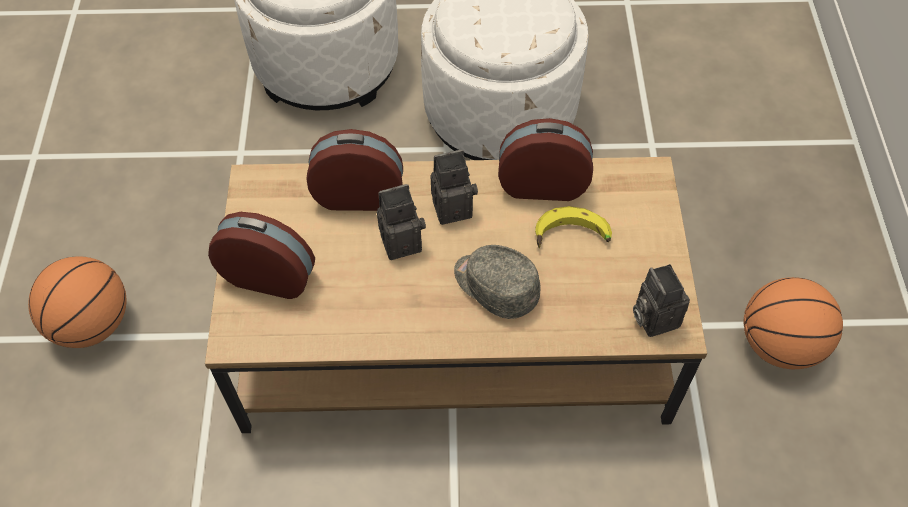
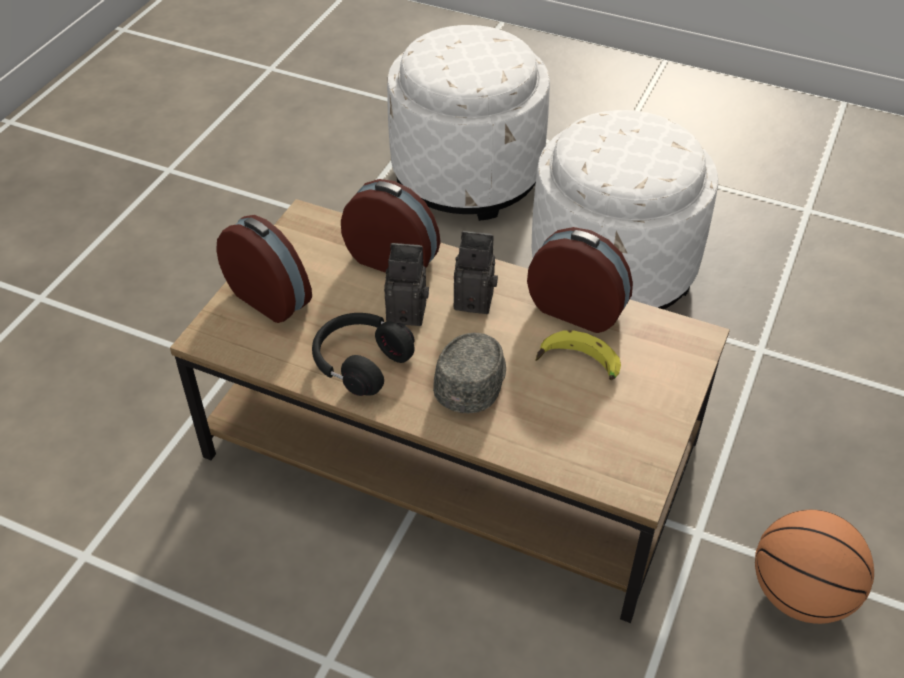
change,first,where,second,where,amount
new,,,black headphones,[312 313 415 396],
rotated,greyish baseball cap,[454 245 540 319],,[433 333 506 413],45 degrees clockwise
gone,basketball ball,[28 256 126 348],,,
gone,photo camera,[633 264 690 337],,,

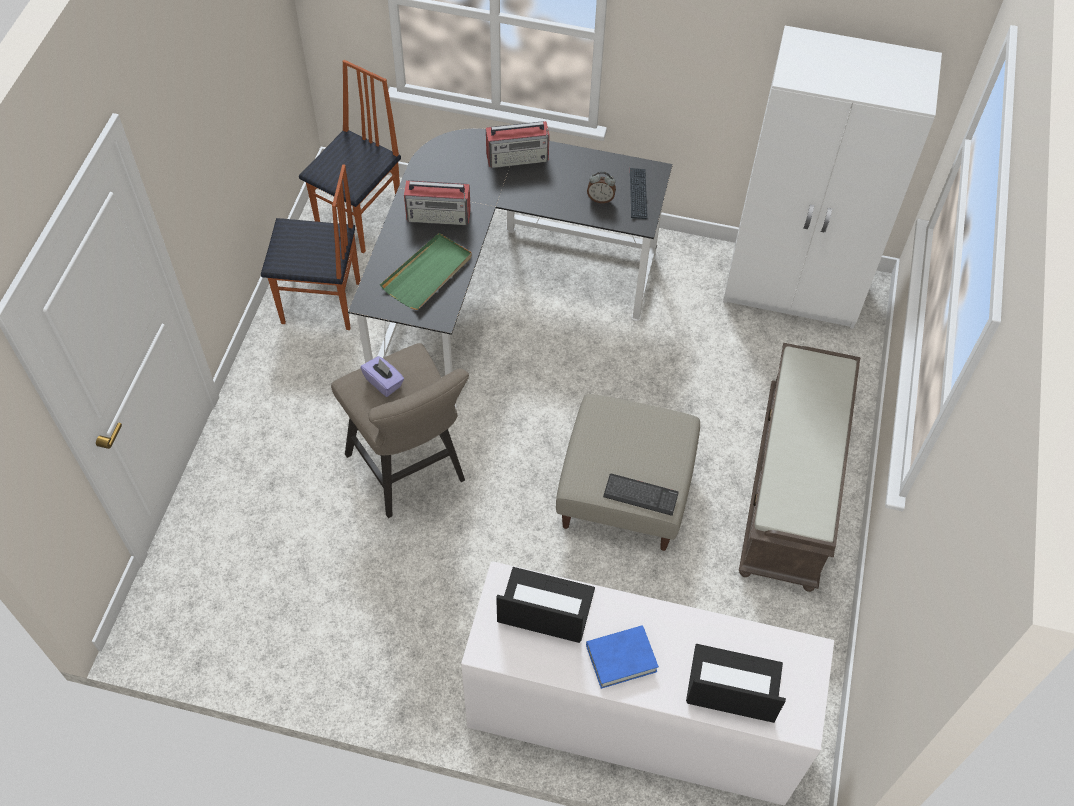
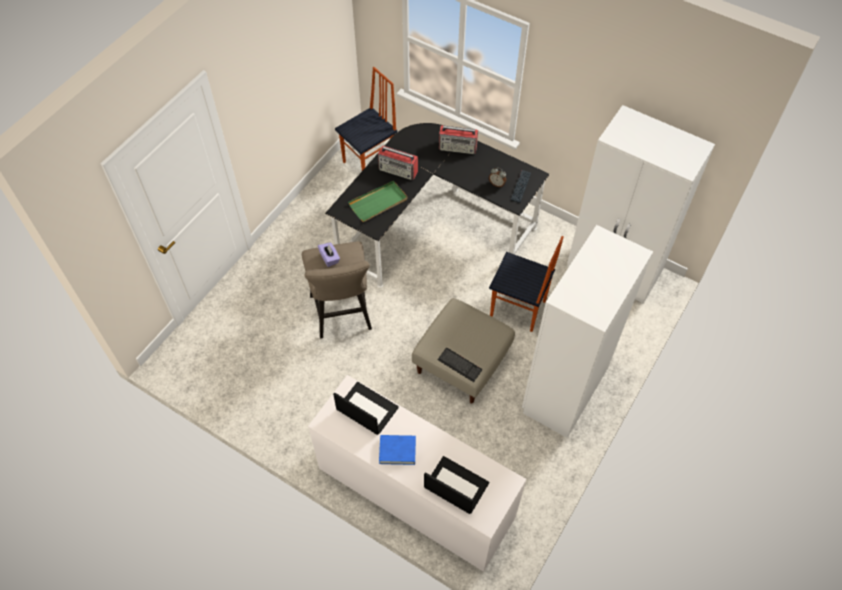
change,first,where,second,where,amount
shifted,upright chair,[261 165 360 330],,[489 236 564 332],
swapped,brownish long seat,[739 343 860 592],white wardrobe,[522 225 653 438],

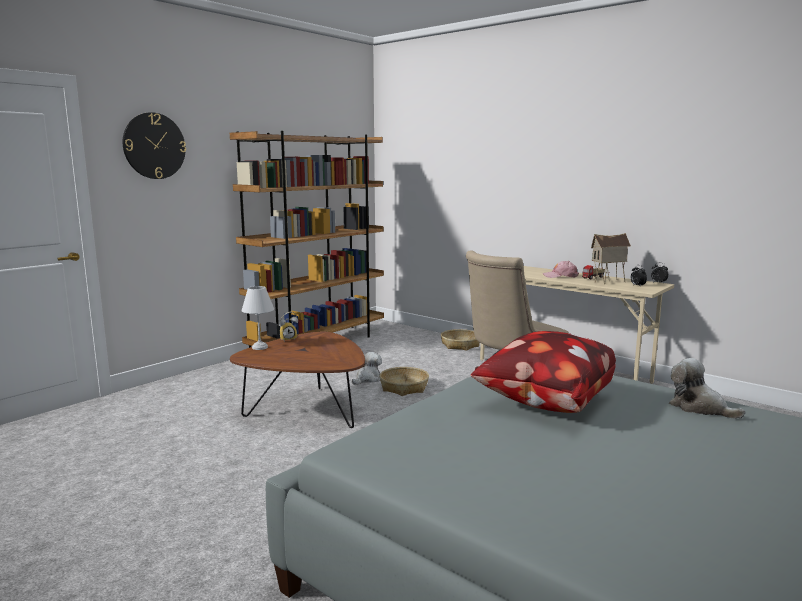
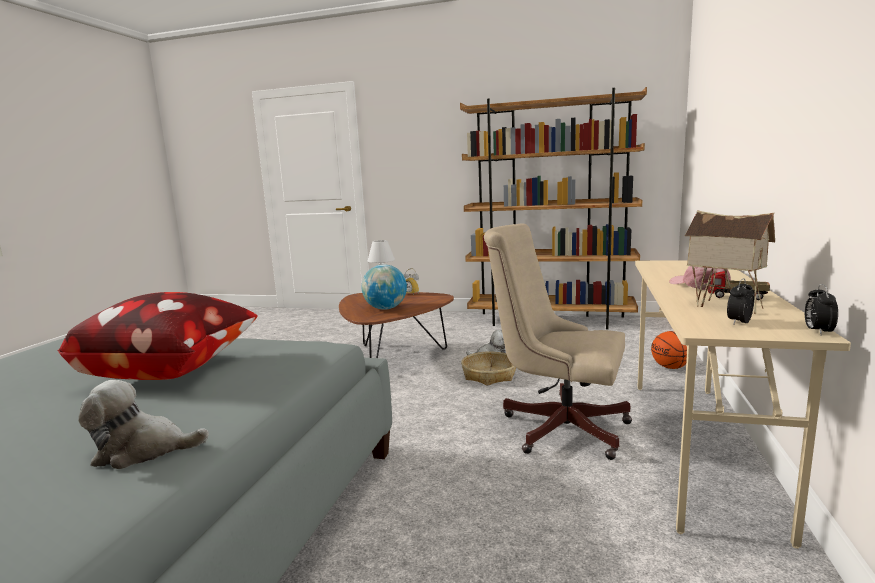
change,first,where,second,where,amount
rotated,cuddly toy,[669 358 745 419],,[78 380 209 469],120 degrees counterclockwise
new,,,world globe,[362 264 407 310],
swapped,basket,[441 329 480 351],basketball ball,[651 331 687 369],
gone,clock on the wall,[123 112 186 179],,,

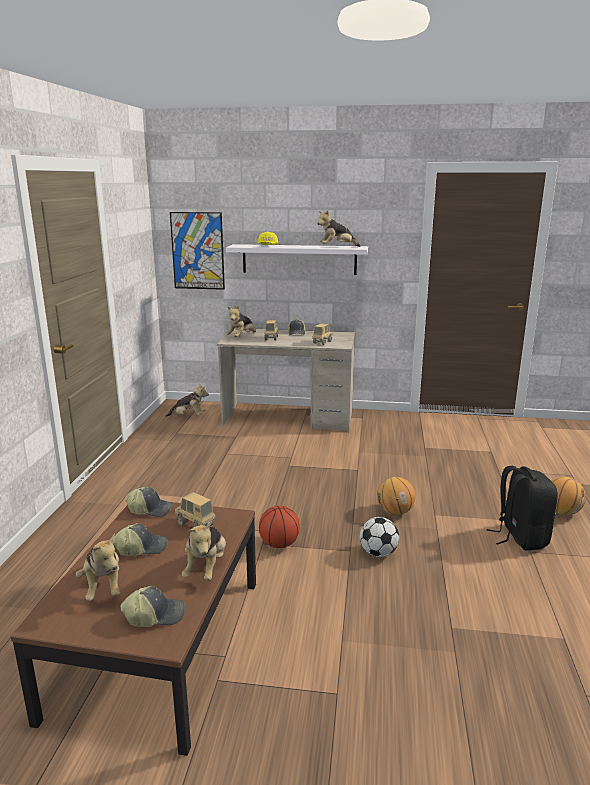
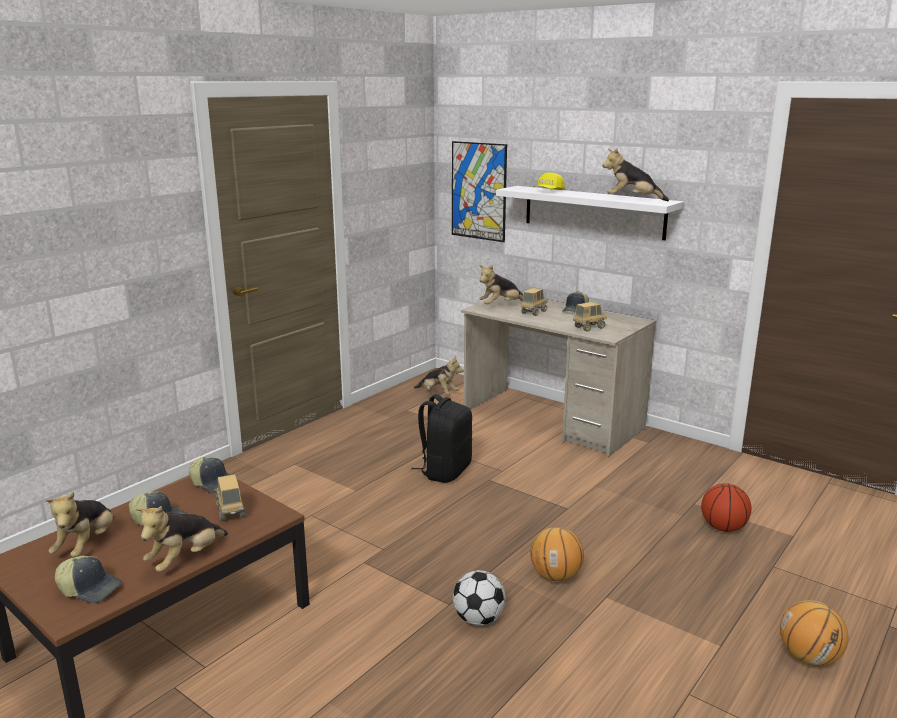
change,first,where,second,where,amount
shifted,black backpack,[487 466 558 551],,[411 394 472 483],
shifted,basketball ball,[259 506 300 548],,[701 483 752 532],

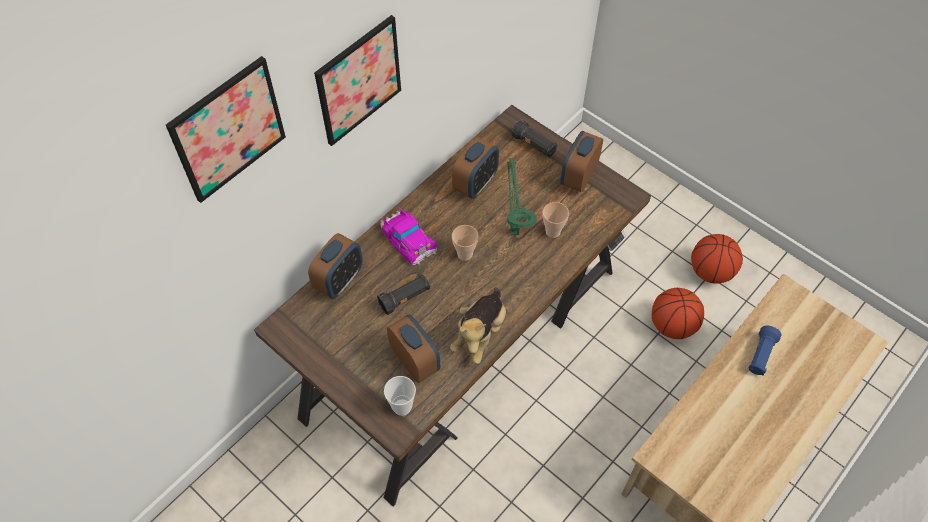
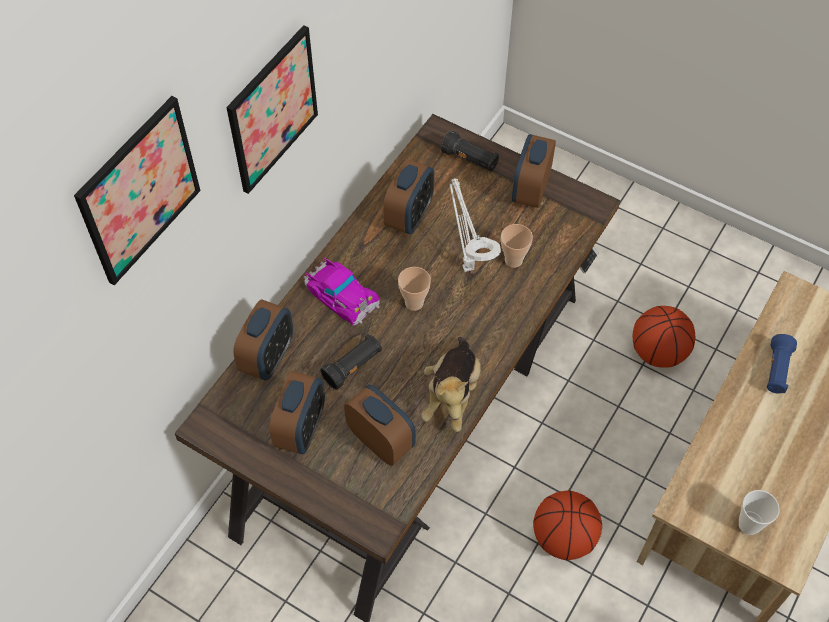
change,first,where,second,where,amount
new,,,table clock,[269 371 325 454],
repainted,green tabletop lamp,[507 158 536 235],white tabletop lamp,[449 178 501 272],
shifted,basketball ball,[691 234 743 283],,[533 490 602 560],
shifted,cup,[384 376 416 416],,[739 490 780 535],

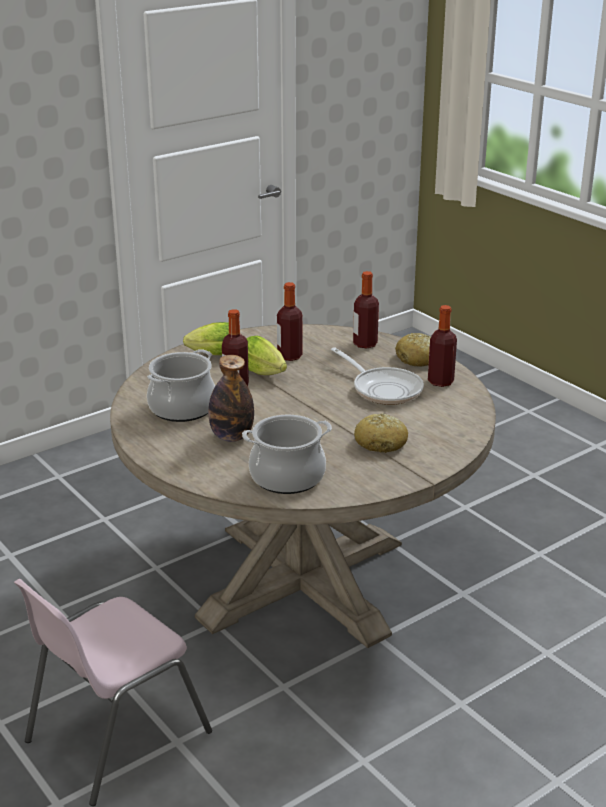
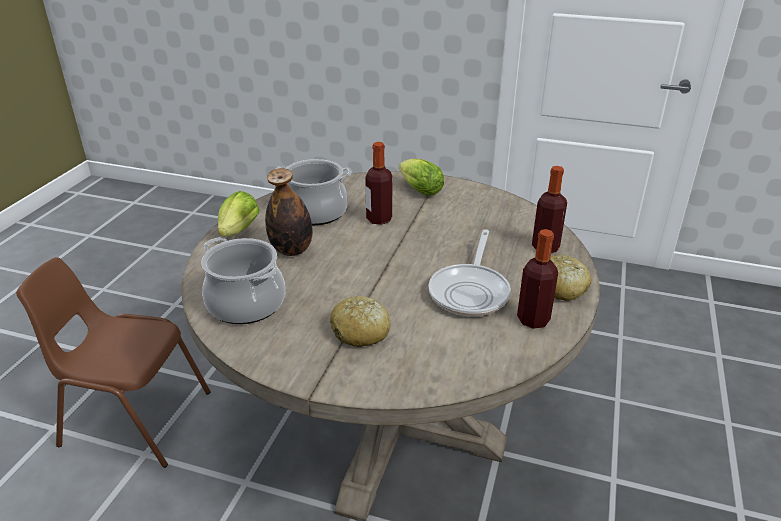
change,first,where,second,where,amount
repainted,pink upright chair,[14 579 212 806],brownish upright chair,[16 257 211 468],
shifted,head of lettuce,[246 336 287 375],,[218 191 260 236],
gone,beverage bottle,[277 282 303 361],,,

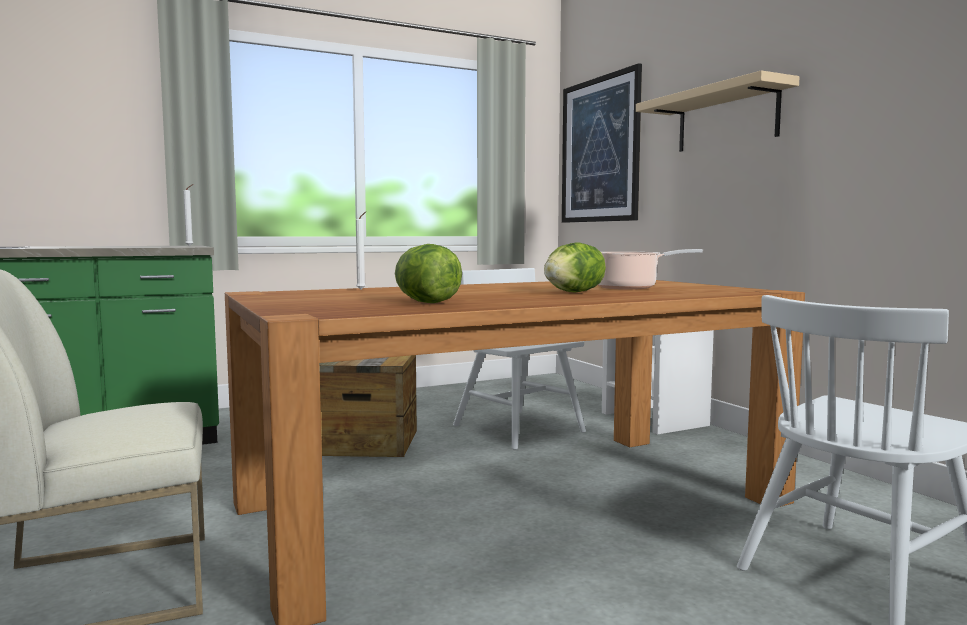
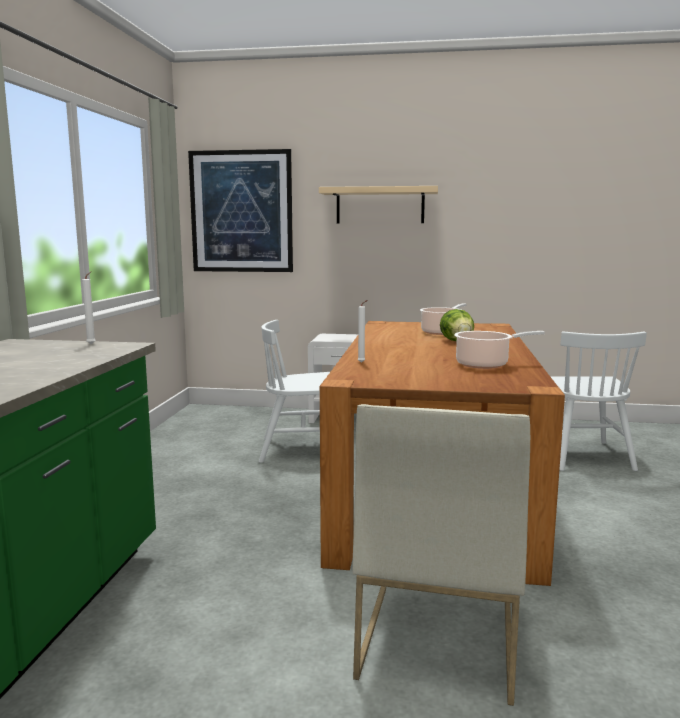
change,first,where,second,where,amount
swapped,head of lettuce,[395 244 462 303],stockpot,[454 331 545 369],
gone,packing crate,[319 355 417 457],,,

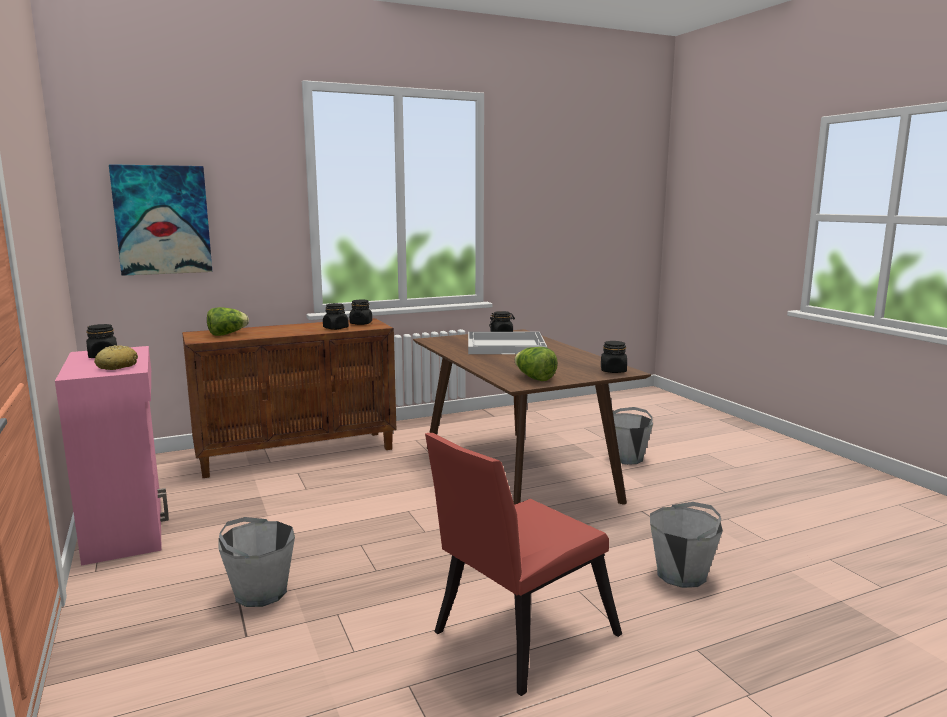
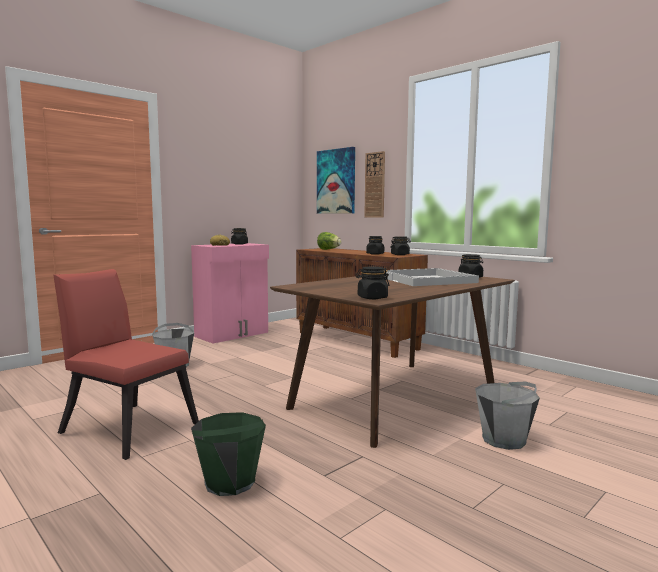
change,first,where,second,where,amount
repainted,greyish water bucket,[650 502 723 588],green water bucket,[191 412 266 496],
new,,,clock on the wall,[364 151 385 218],
gone,head of lettuce,[515 347 558 381],,,

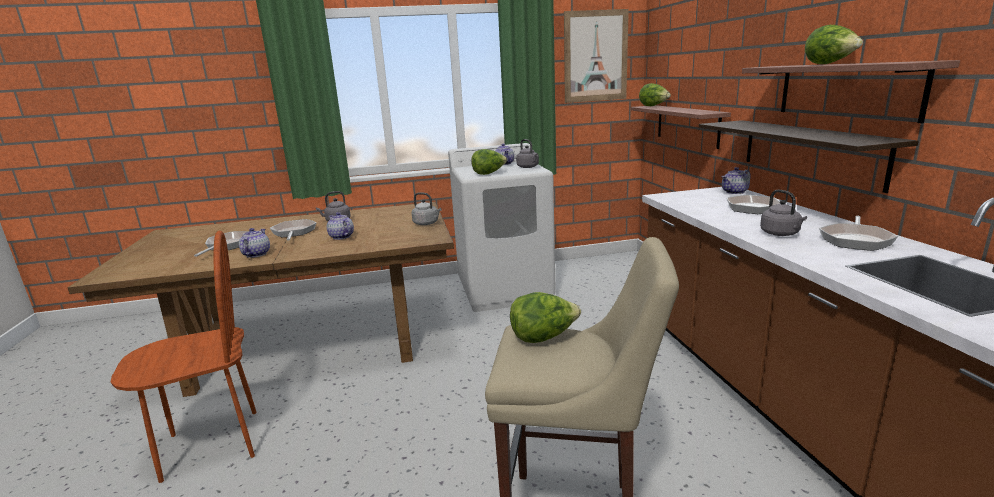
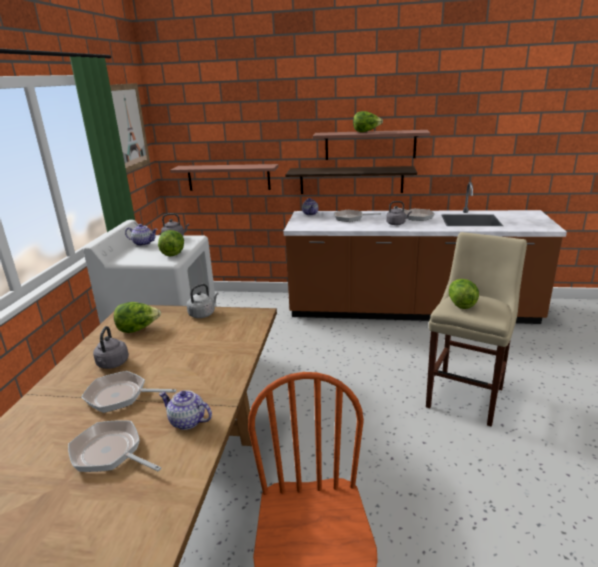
change,first,where,second,where,amount
shifted,head of lettuce,[639 83 671 106],,[114 302 161 333],
gone,tea pot,[327 212 354 240],,,

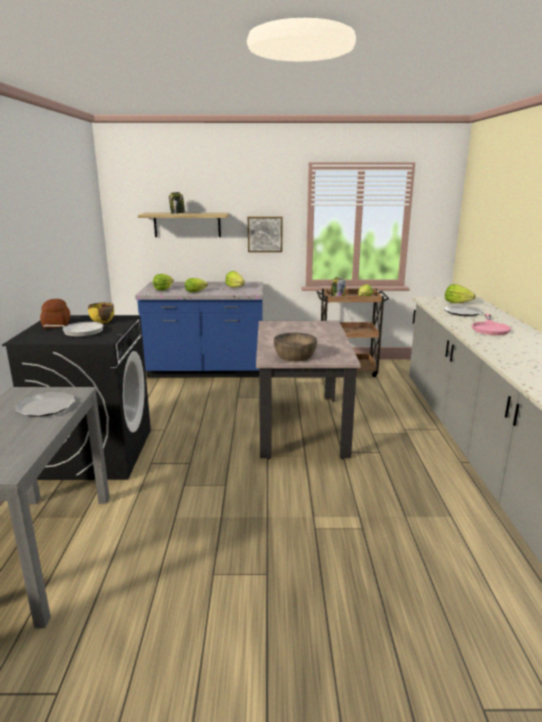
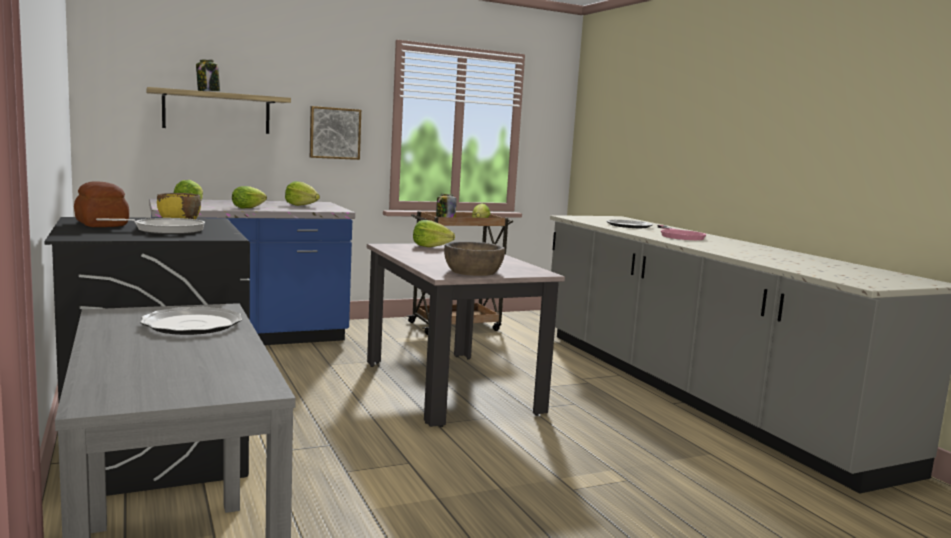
change,first,where,second,where,amount
shifted,head of lettuce,[445 284 476 303],,[413 220 455 247],

